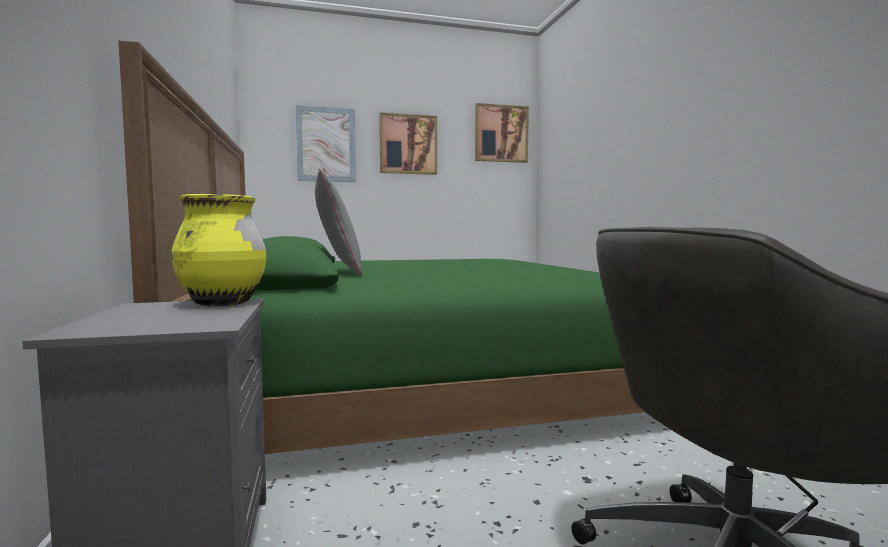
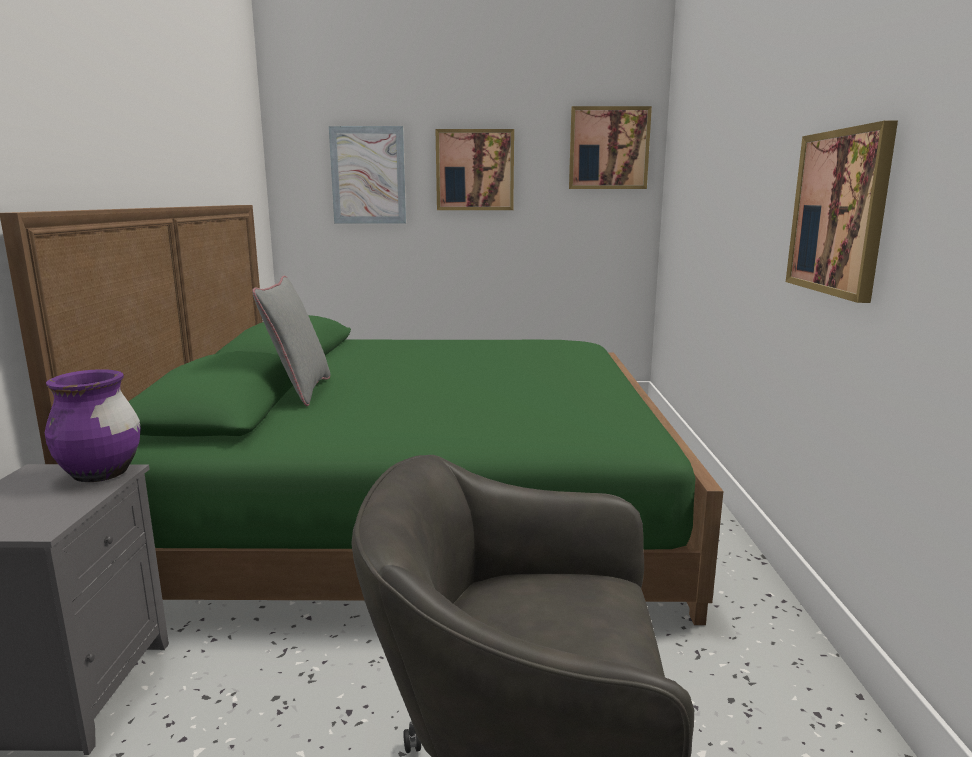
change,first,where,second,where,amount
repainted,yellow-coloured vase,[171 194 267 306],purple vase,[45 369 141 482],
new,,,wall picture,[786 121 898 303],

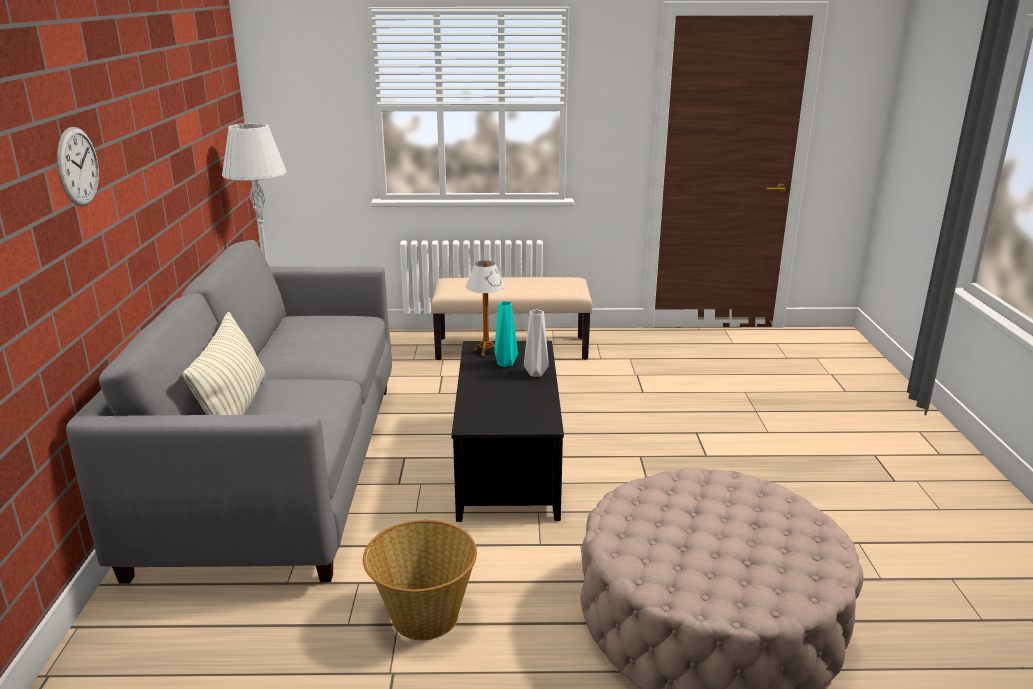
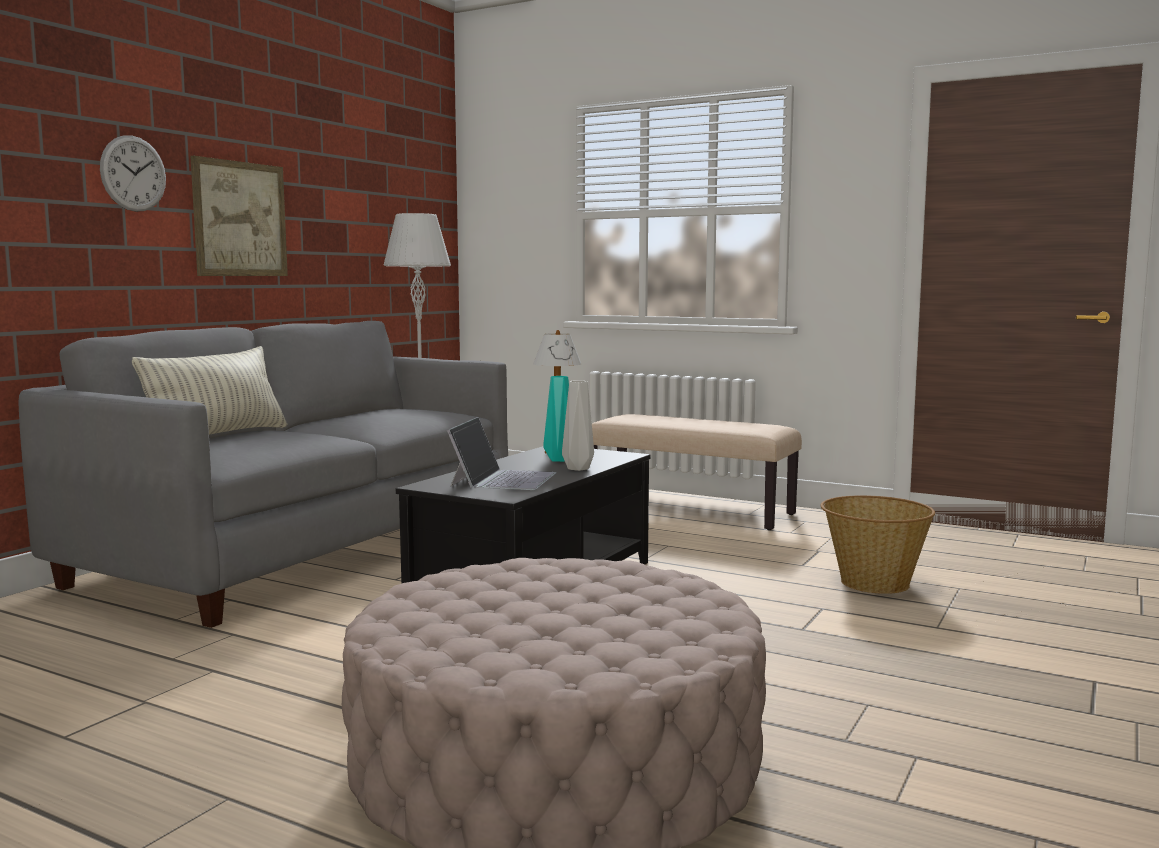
change,first,where,second,where,amount
new,,,wall picture,[190 156 288 276],
new,,,portable computer,[447 417 556 490],
shifted,basket,[363 520 477 640],,[820 495 935 594],

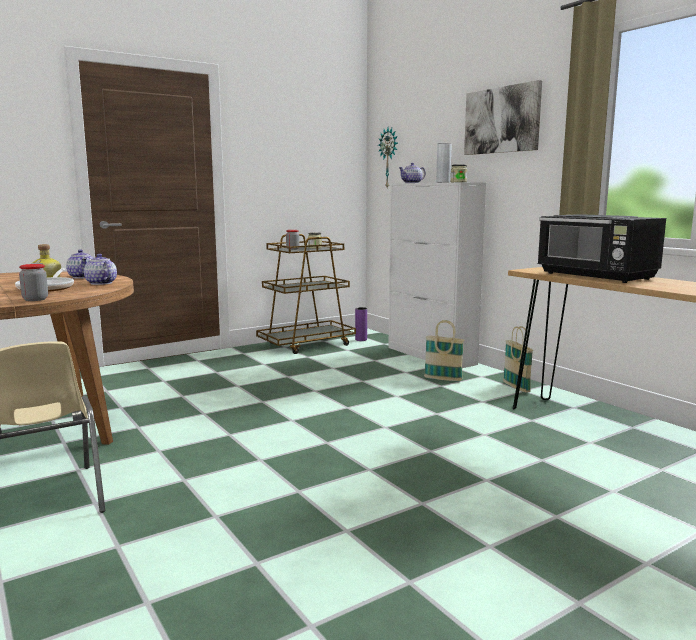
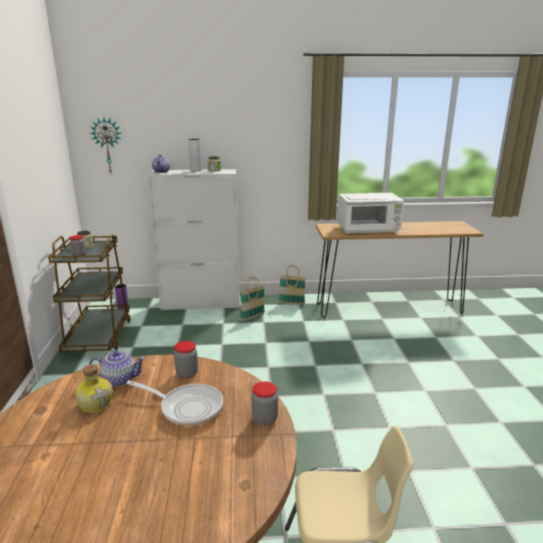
change,first,where,second,where,amount
swapped,tea pot,[84 254 117 285],storage jar,[174 341 198 378],
repainted,black microwave oven,[537 214 666 283],white microwave oven,[338 193 404 234],
gone,wall picture,[464 80 542 155],,,

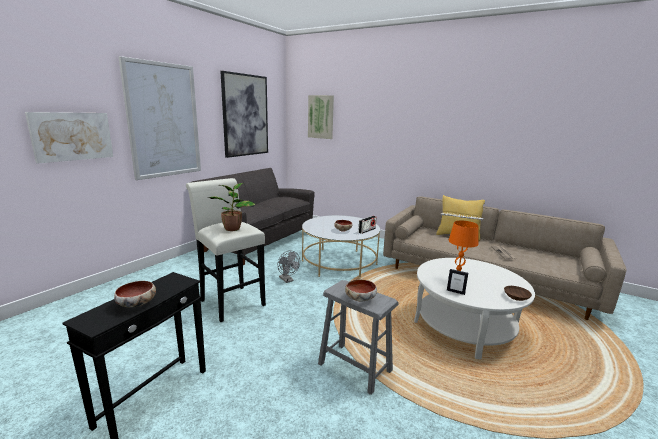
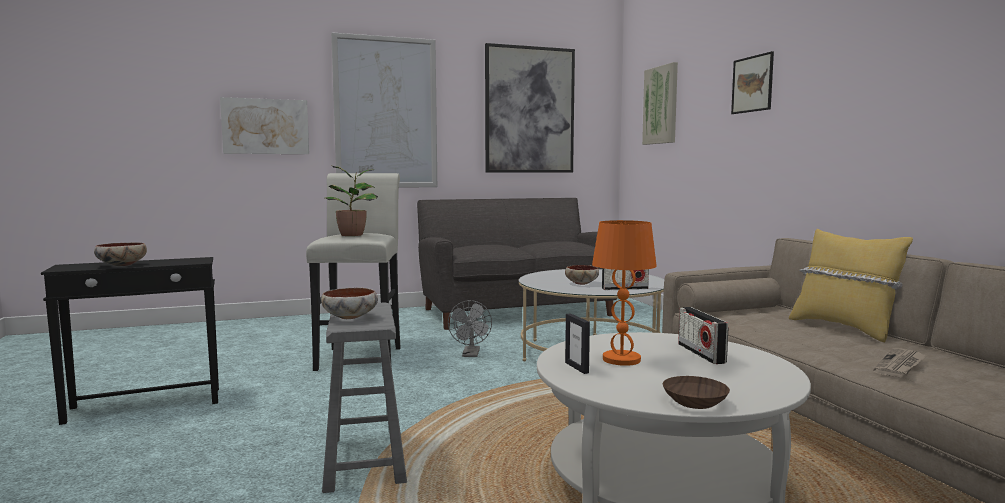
change,first,where,second,where,amount
new,,,radio set,[678 307 729 364],
new,,,wall picture,[731 51 774 114],

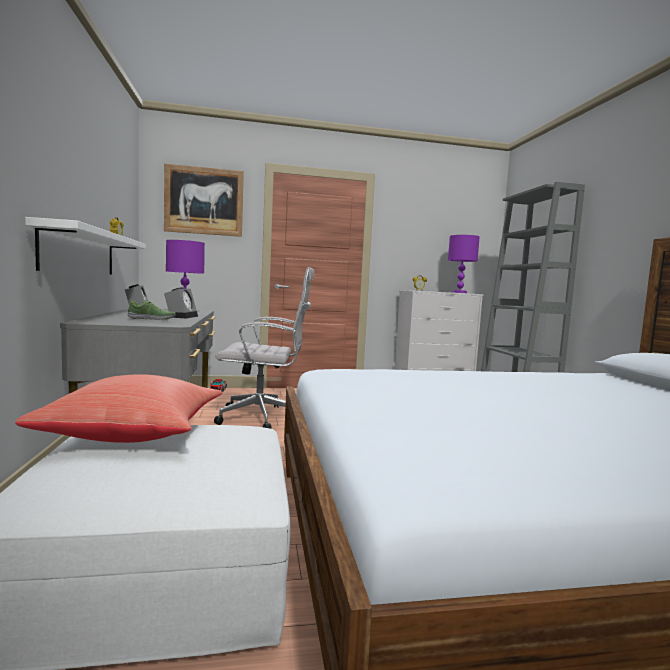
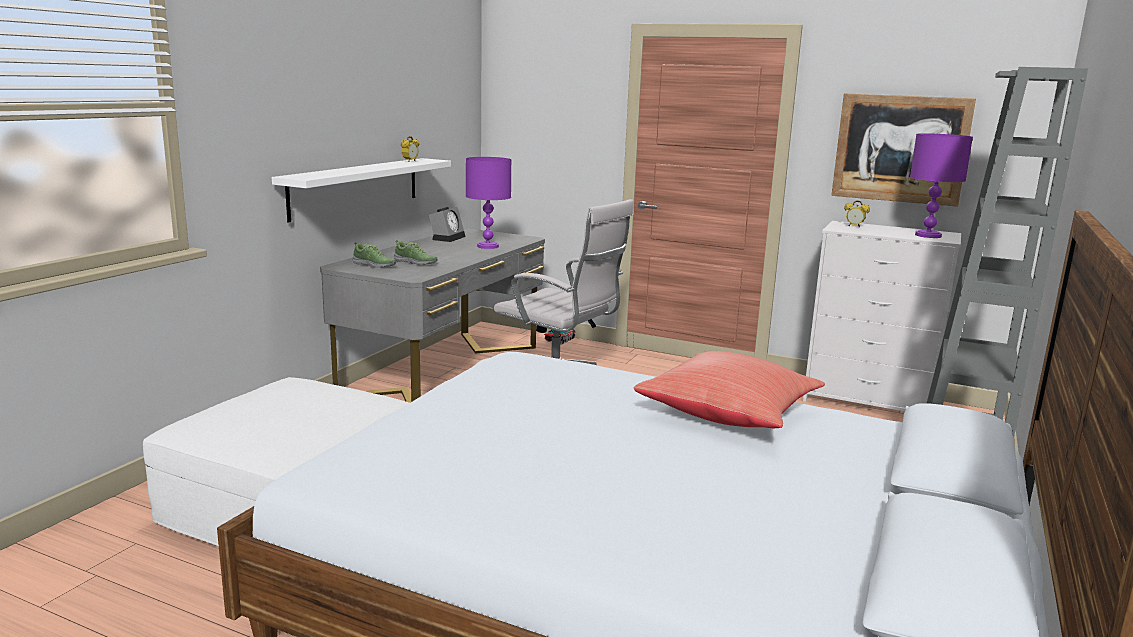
change,first,where,second,where,amount
new,,,low shoe,[352 242 396 268],
shifted,red-coloured cushion,[15 374 223 443],,[634 351 825 428],
shifted,wall picture,[164 164 244 237],,[831 93 976 207],
gone,table clock,[164 287 198 318],,,

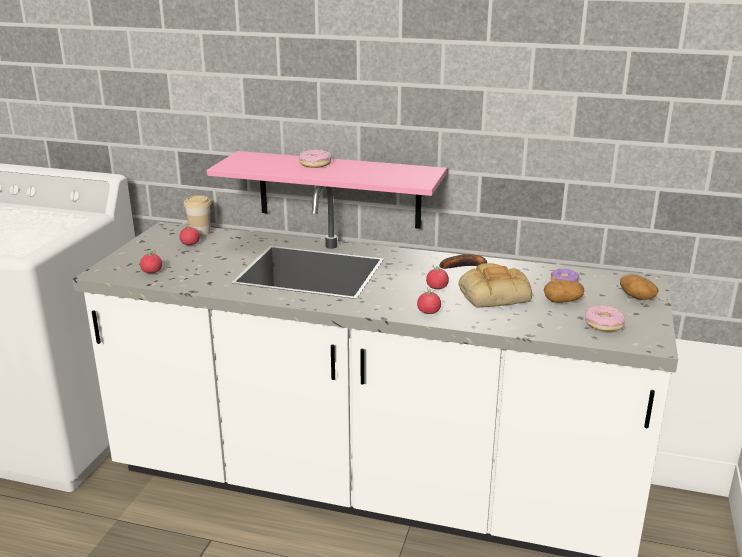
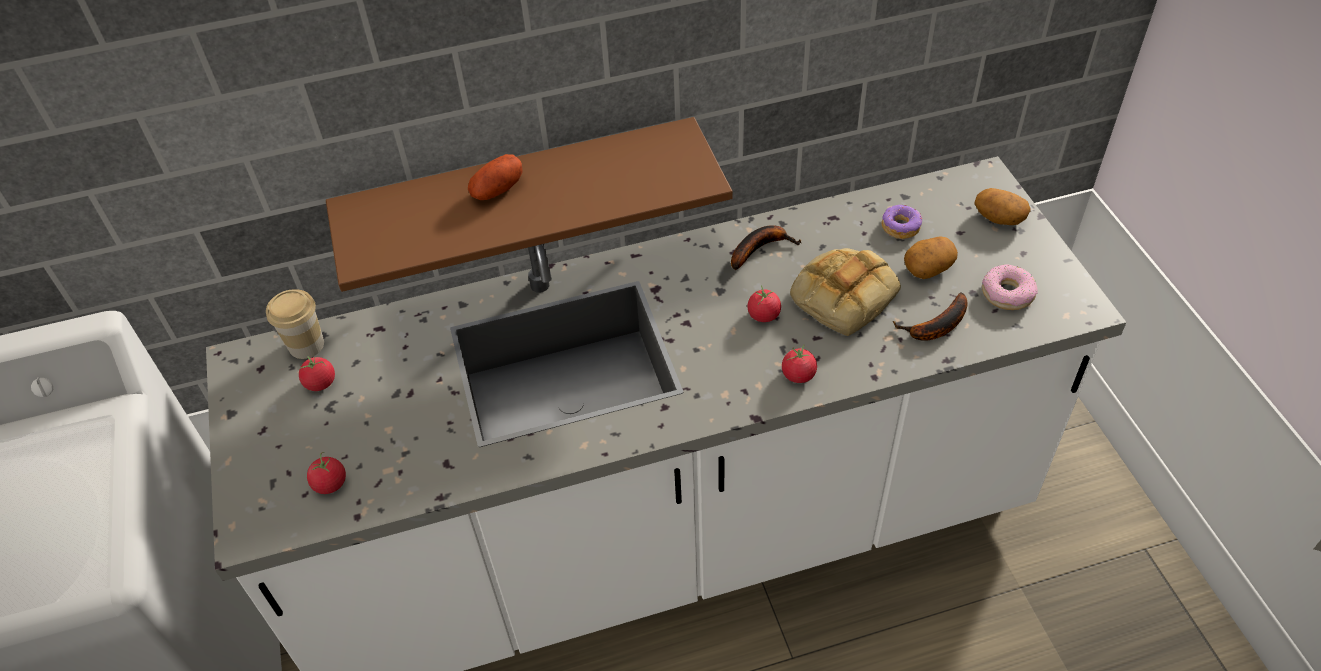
change,first,where,second,where,amount
repainted,pink shelf,[207 151 447 229],brownish shelf,[326 117 732 292],
swapped,donut,[298 149 332 168],spud,[468 154 523 200],
new,,,banana,[893 292 967 341],

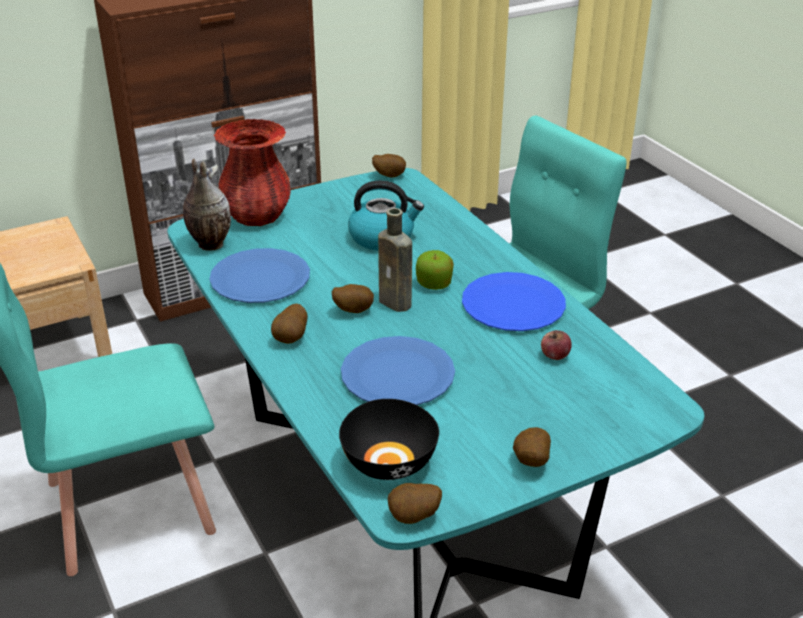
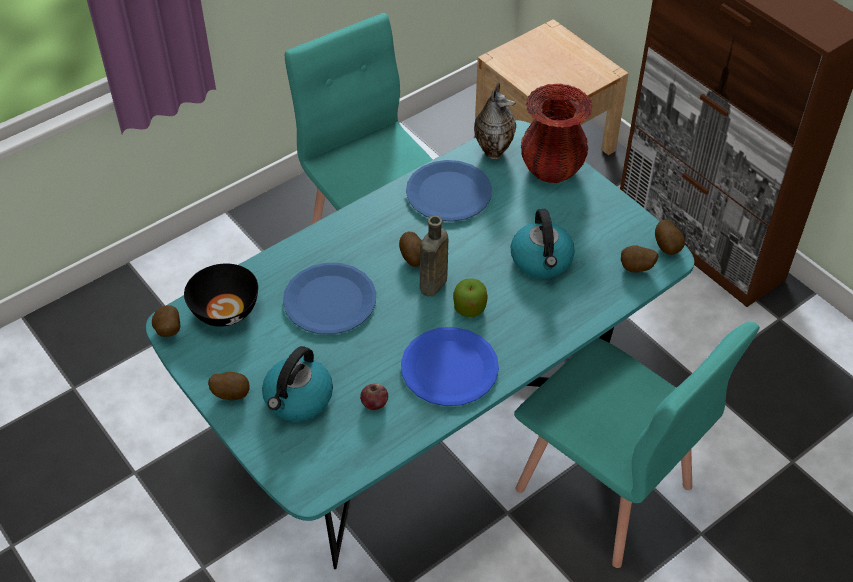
change,first,where,second,where,amount
new,,,tea kettle,[262 346 333 421],
shifted,spud,[271 303 308 344],,[621 245 658 273],

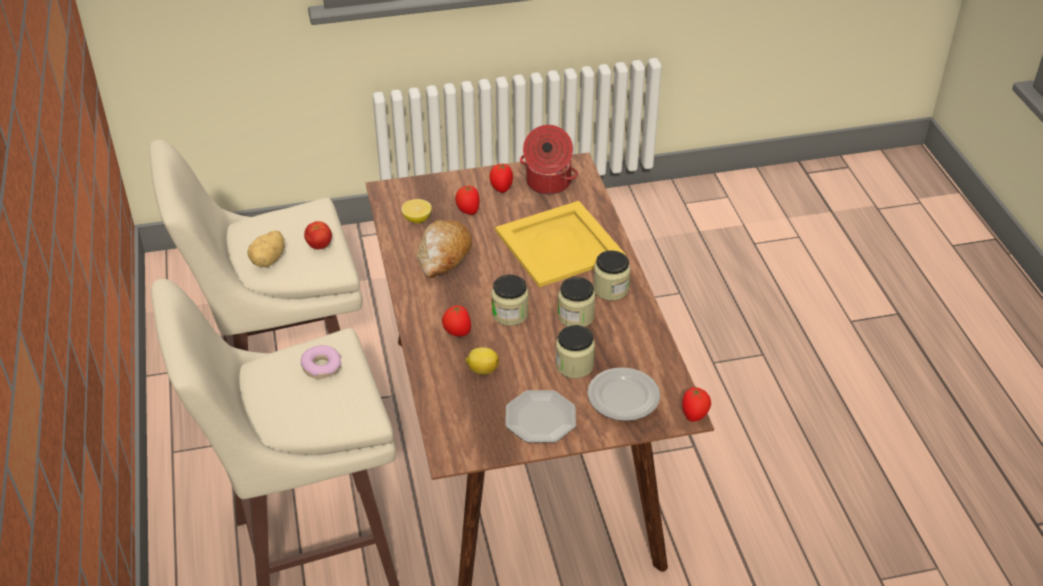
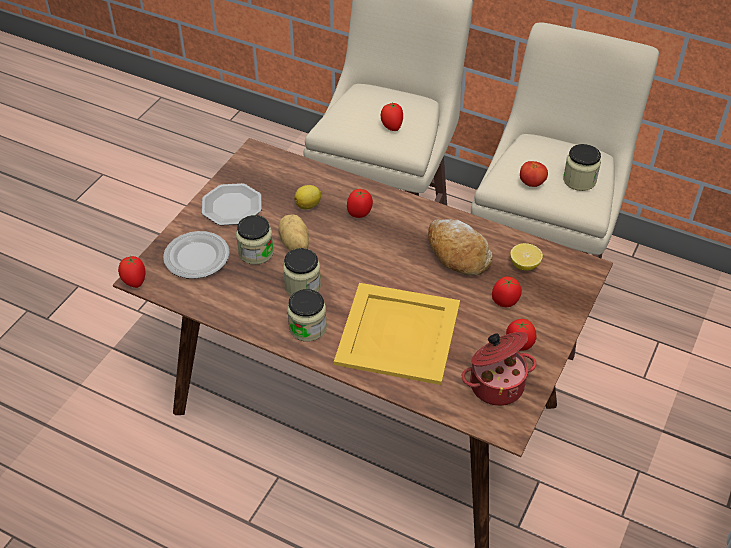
change,first,where,second,where,amount
shifted,spud,[248 230 285 267],,[278 214 309 251],
swapped,donut,[301 345 341 379],whole tomato,[380 103 403 131],
shifted,storage jar,[491 275 528 326],,[563 144 601 191],

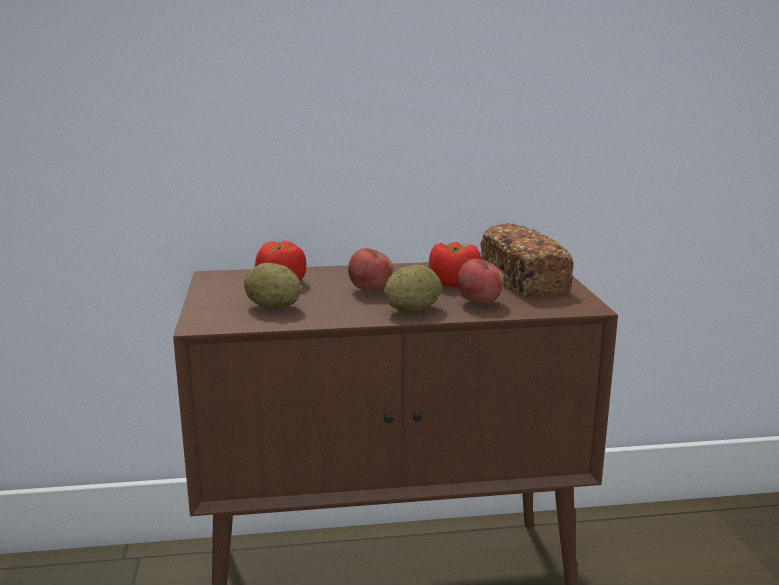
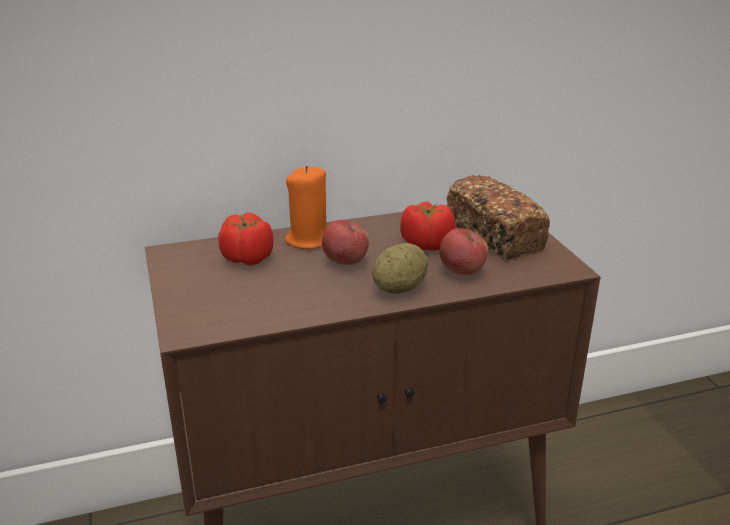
change,first,where,second,where,amount
new,,,orange-coloured wax candle,[285 166 326 249],
gone,spud,[244 263 301 310],,,

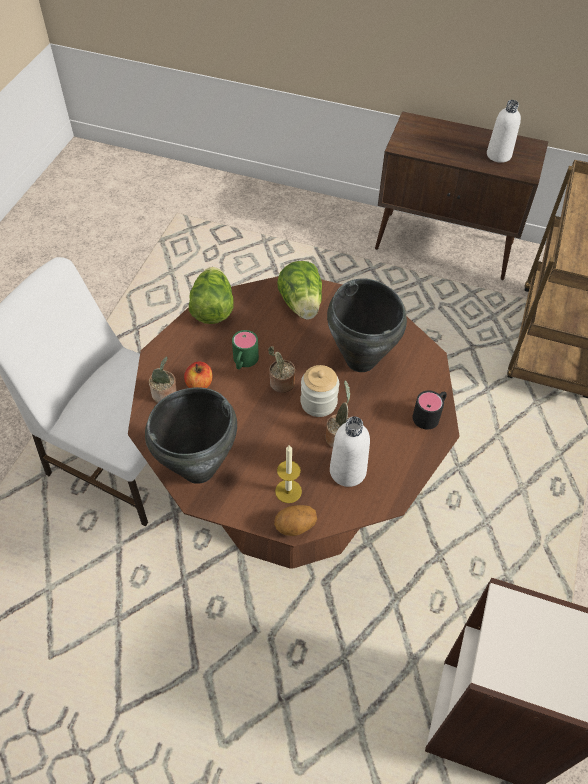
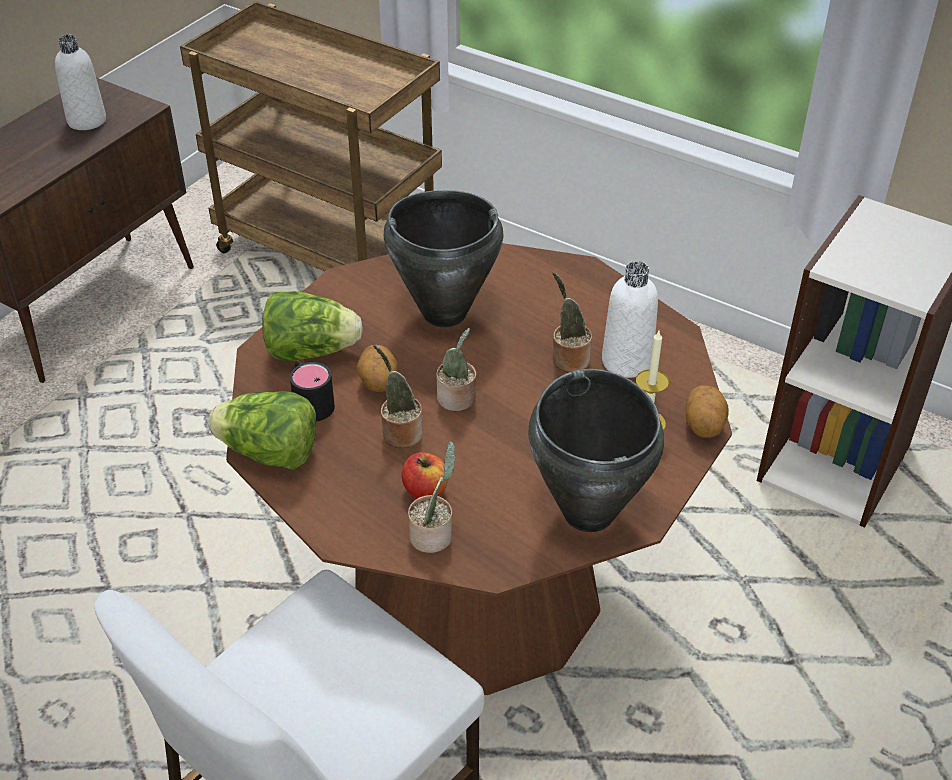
change,first,where,second,where,amount
shifted,black mug,[413 390 447 429],,[290 361 335 422],
new,,,spud,[357 345 397 392],
swapped,green mug,[232 330 259 369],houseplant,[374 345 423 448],
gone,storage jar,[300 365 339 417],,,

